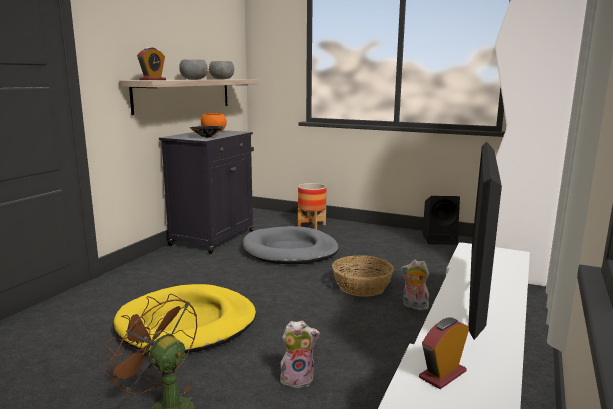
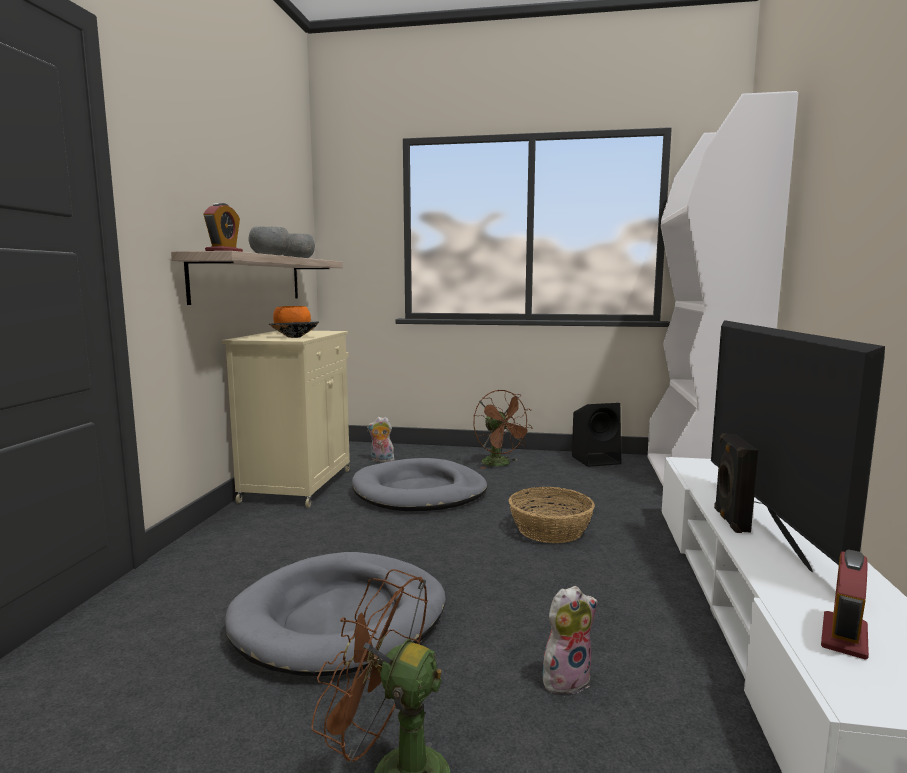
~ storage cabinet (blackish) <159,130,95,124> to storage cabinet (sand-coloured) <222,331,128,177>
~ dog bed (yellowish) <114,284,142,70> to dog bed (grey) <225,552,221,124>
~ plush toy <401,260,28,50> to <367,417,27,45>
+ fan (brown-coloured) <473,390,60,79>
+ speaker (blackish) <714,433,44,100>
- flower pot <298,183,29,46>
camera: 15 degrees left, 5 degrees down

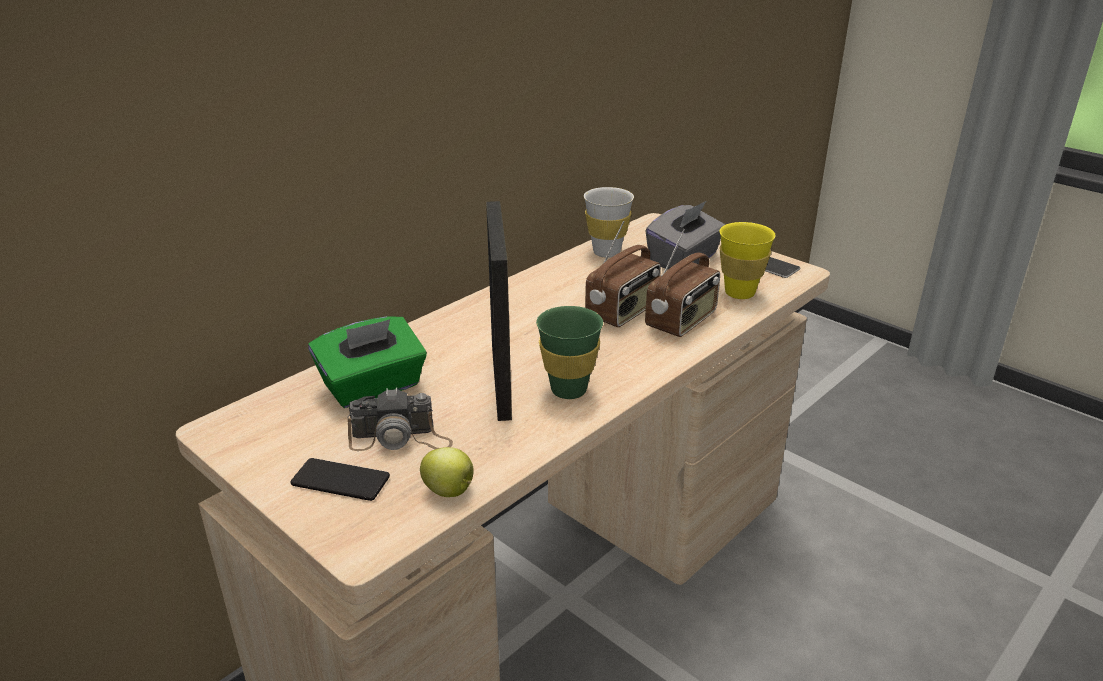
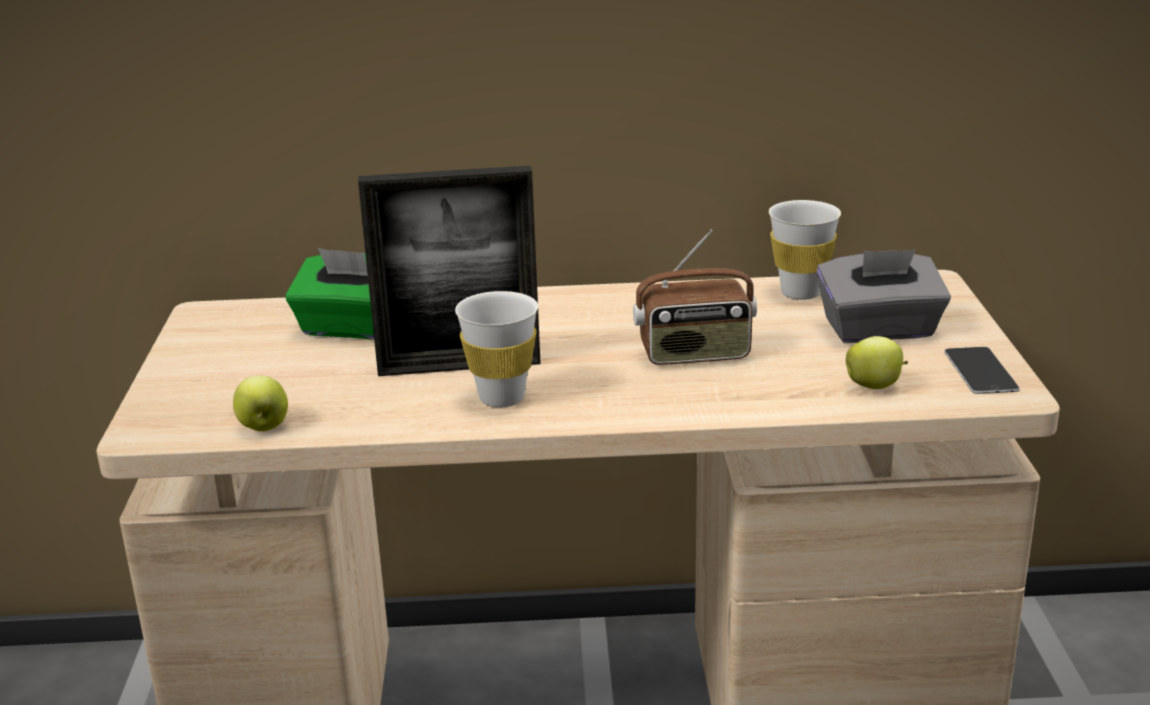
~ standing frame <486,201,26,220> = <358,165,183,211> 45 degrees clockwise
~ drinking cup (green) <536,306,67,93> to drinking cup (white) <455,291,83,117>
~ drinking cup (yellowish) <719,222,57,77> to whole apple <846,336,62,53>
- phone <290,458,100,43>
- still camera <347,388,106,63>
- radio receiver <645,229,75,108>
camera: 45 degrees right, 5 degrees down

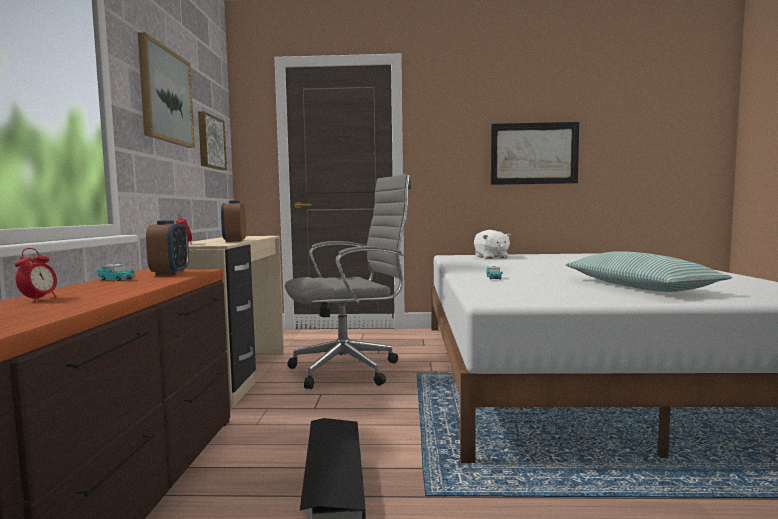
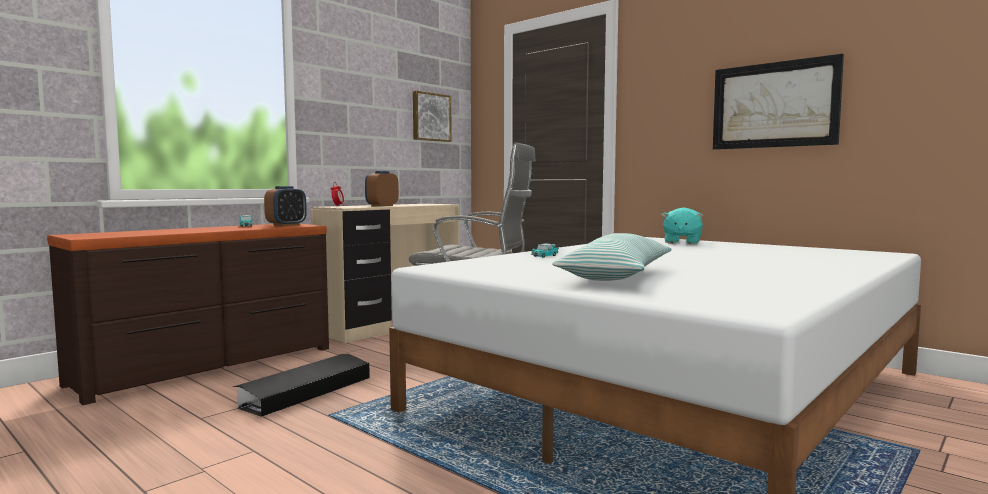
~ plush toy (white) <474,230,37,29> to plush toy (blue-green) <661,208,43,36>
- table clock <15,248,42,53>
- wall picture <138,32,57,116>
camera: 40 degrees right, 0 degrees up

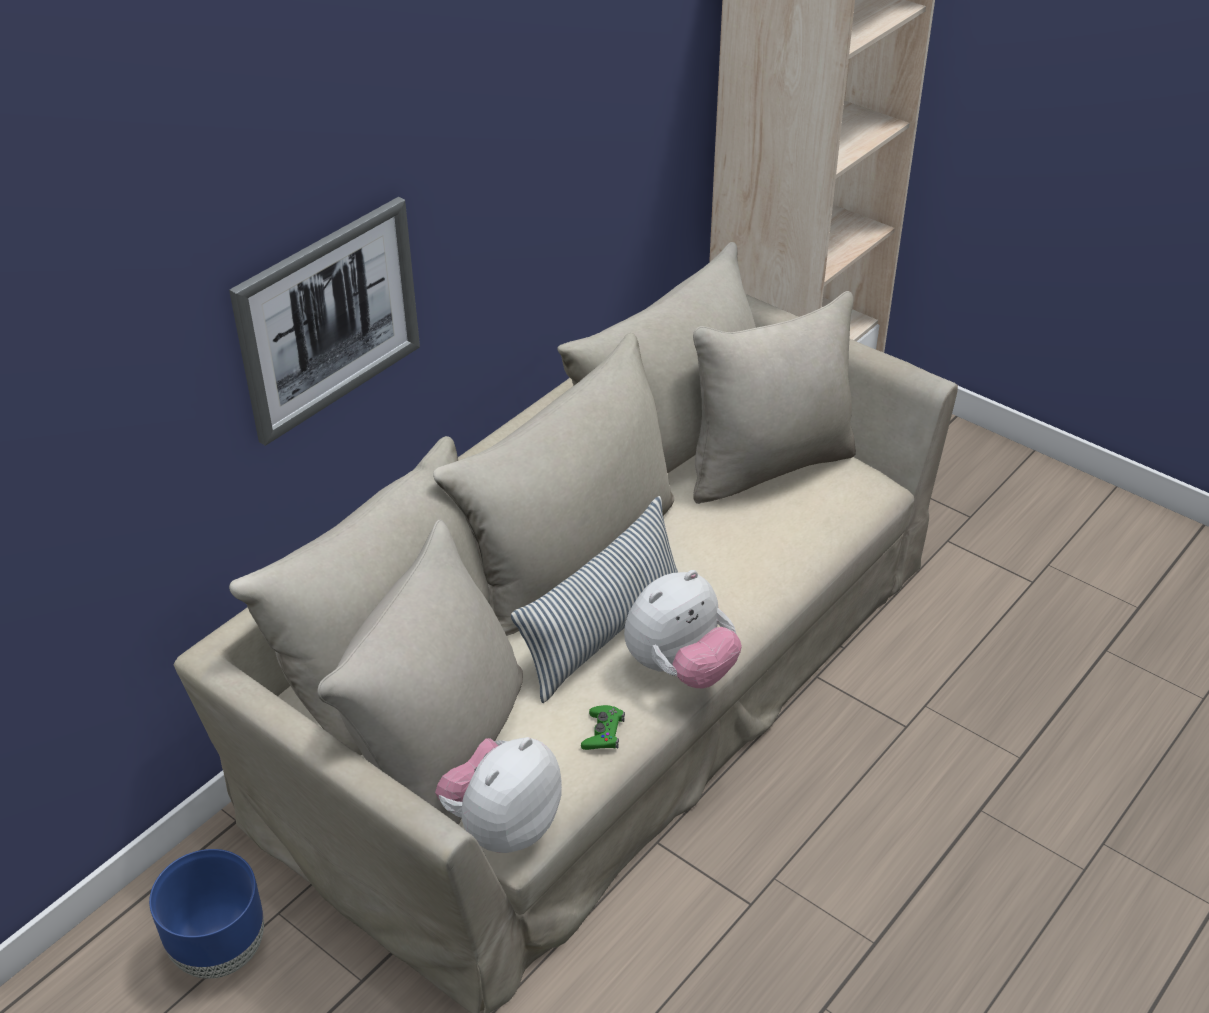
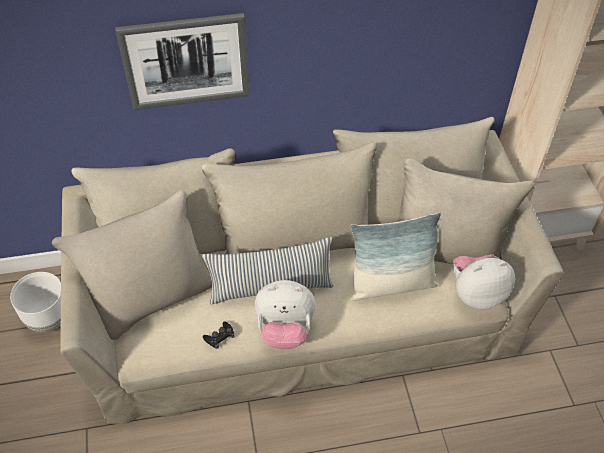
~ flower pot (bluish) <149,849,115,130> to flower pot (white) <10,272,51,61>
~ gamepad (green) <581,705,44,45> to gamepad (blackish) <203,322,32,27>
+ throw pillow <351,213,90,88>
~ plush toy <435,737,127,116> to <453,254,62,56>
camera: 40 degrees right, 10 degrees up

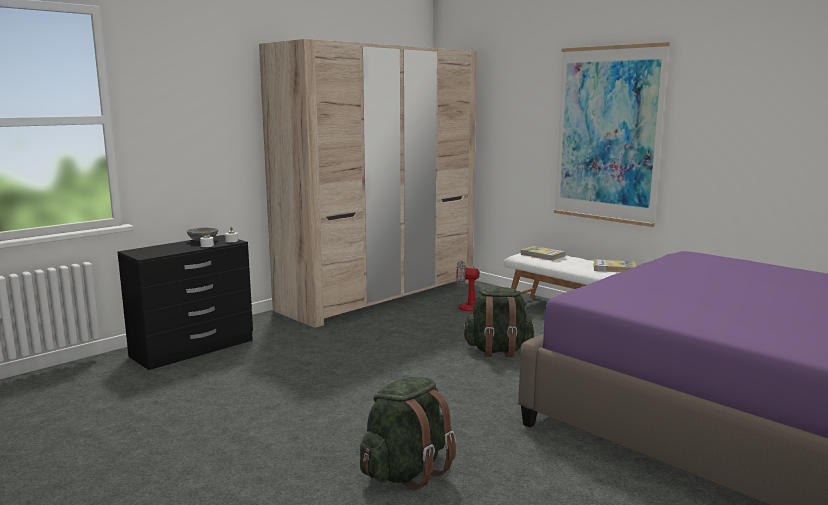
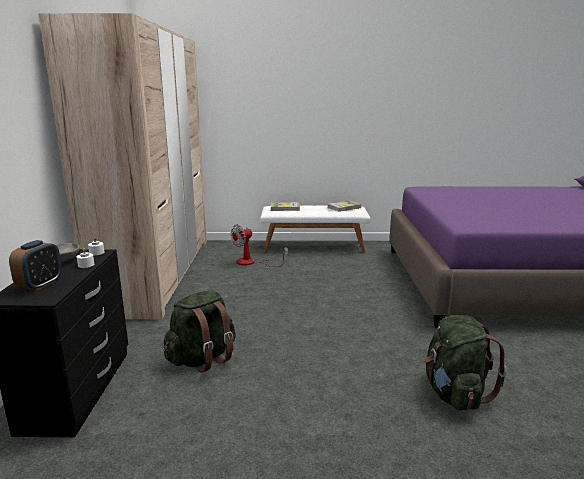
+ table clock <9,240,53,51>
~ knapsack (green) <462,287,72,70> to <163,291,73,82>
- wall picture <554,42,116,185>
camera: 45 degrees left, 5 degrees up

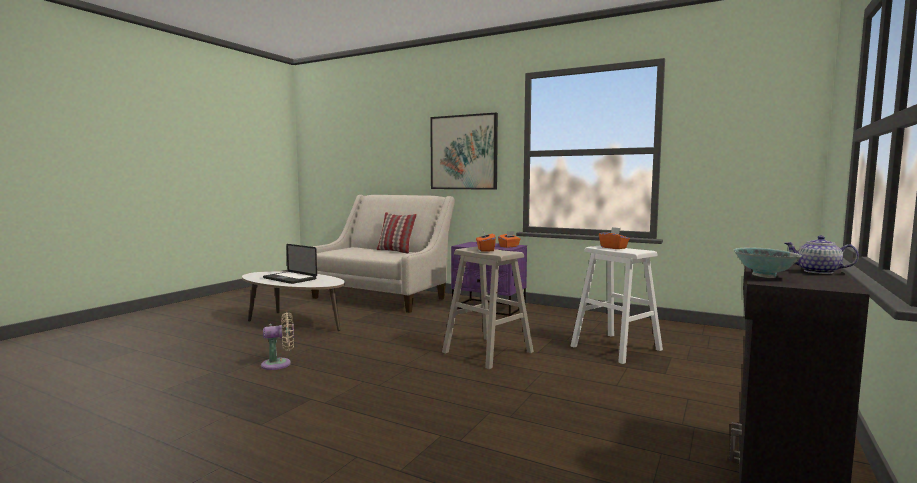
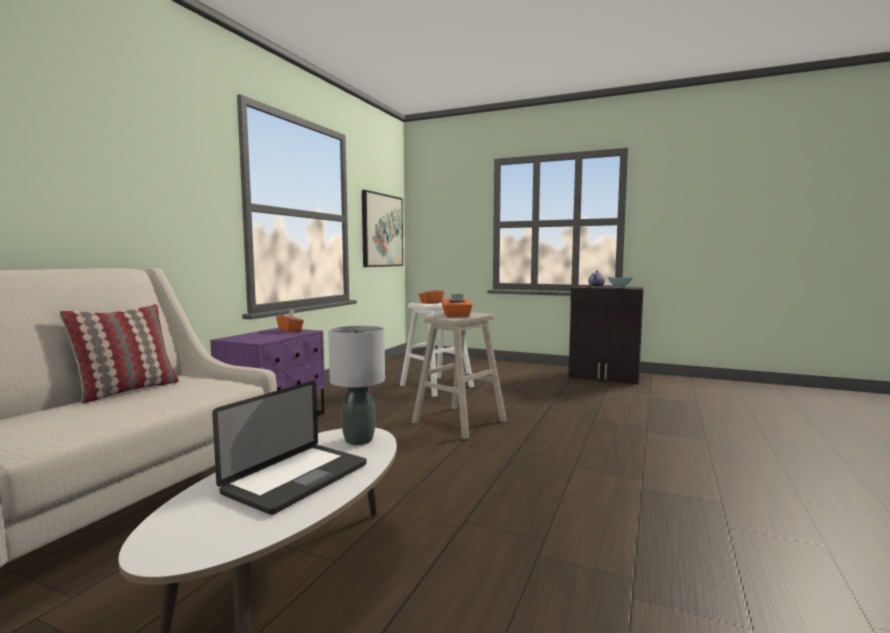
+ tabletop lamp (grey) <328,325,57,120>
~ wall picture <430,113,68,77> to <362,190,41,77>
- fan (sand-coloured) <261,312,33,58>
camera: 95 degrees left, 0 degrees up

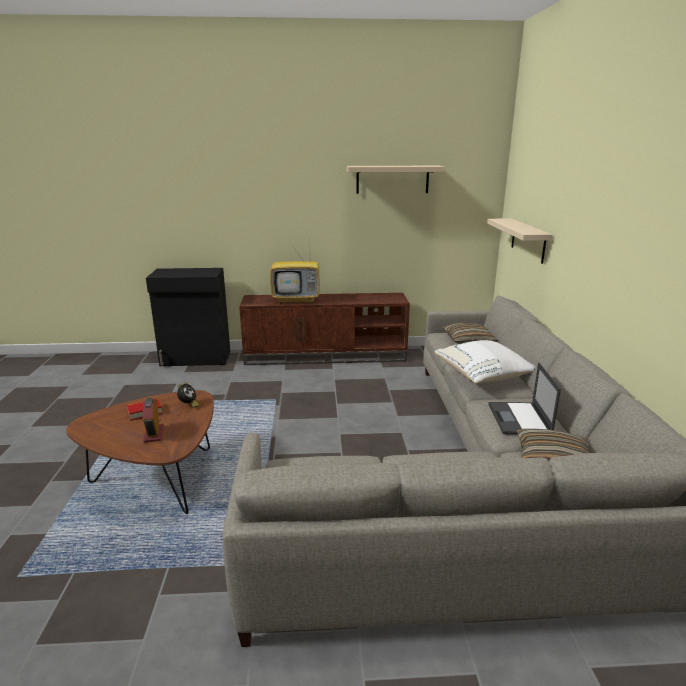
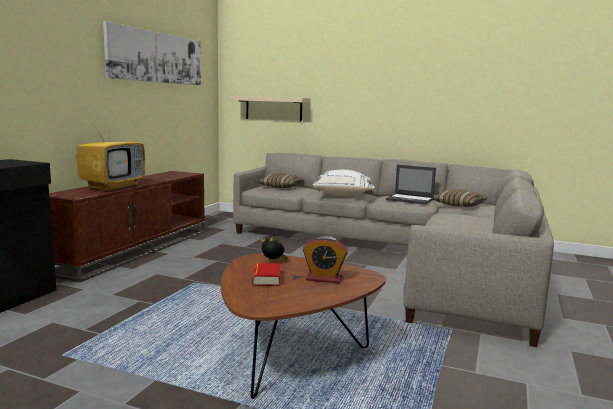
~ bracket shelf (sand-coloured) <347,166,98,28> to wall picture <103,21,98,64>
camera: 65 degrees left, 10 degrees down

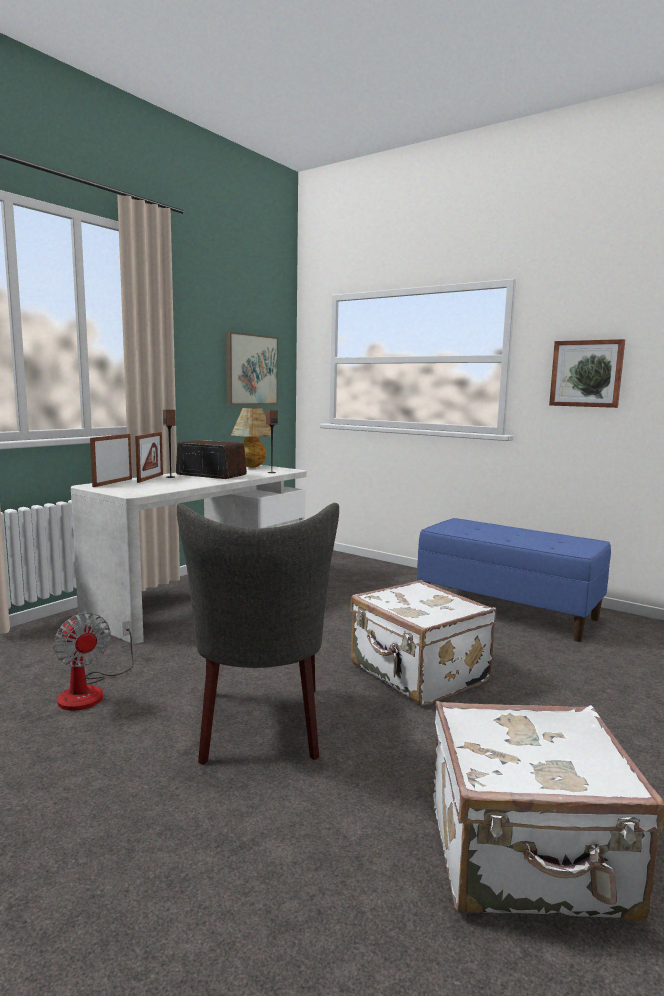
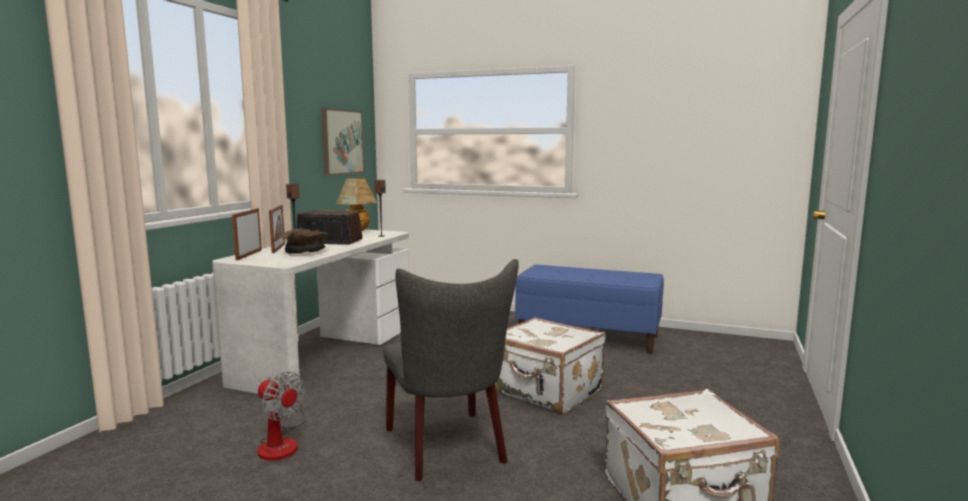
+ deep dish (brown-coloured) <279,228,50,26>
- wall picture <549,339,76,69>
camera: 15 degrees left, 0 degrees up

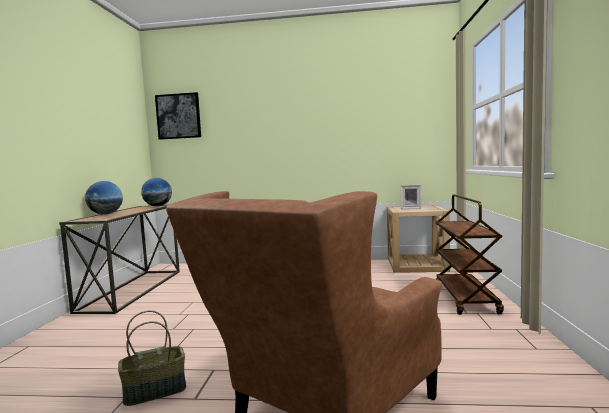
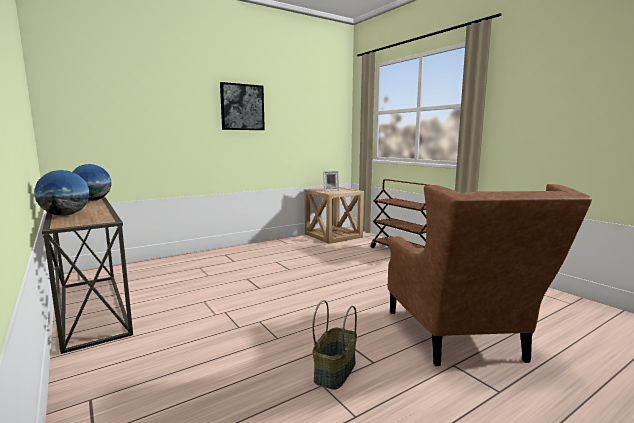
~ wall picture <155,92,46,48> to <220,82,45,48>
camera: 40 degrees left, 5 degrees up

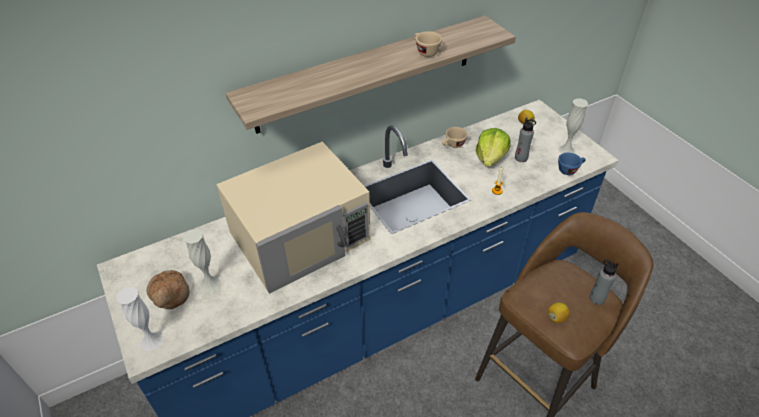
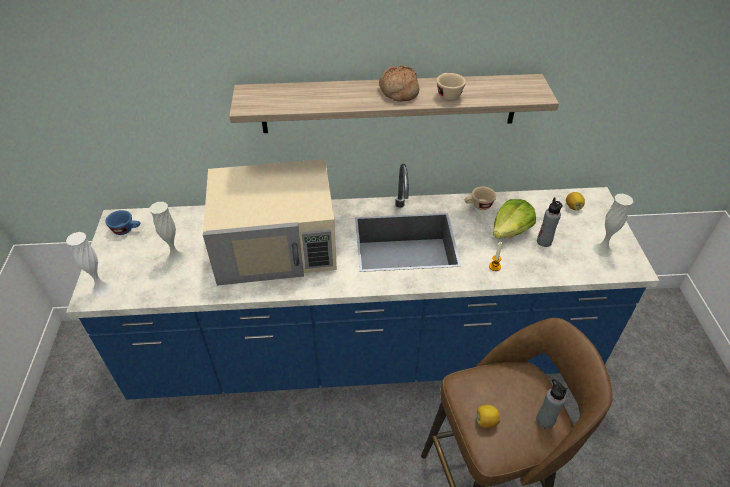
~ drinking cup (bluish) <558,153,28,22> to <105,210,35,25>
~ baked bread <147,270,42,39> to <379,66,40,36>
camera: 25 degrees right, 0 degrees up

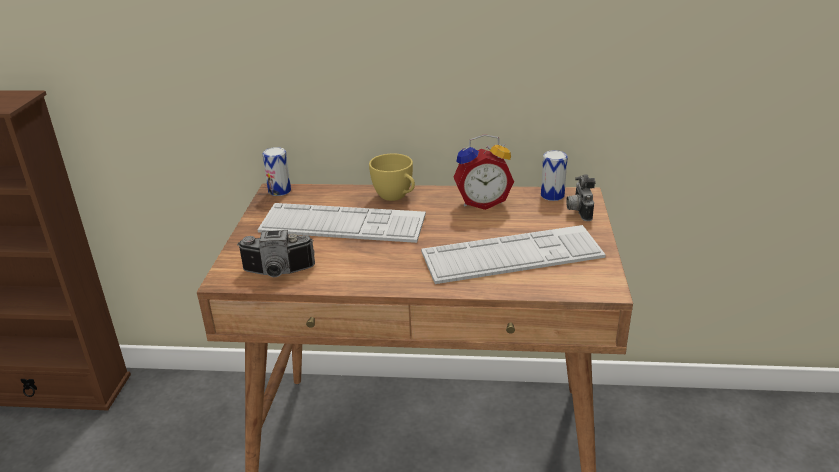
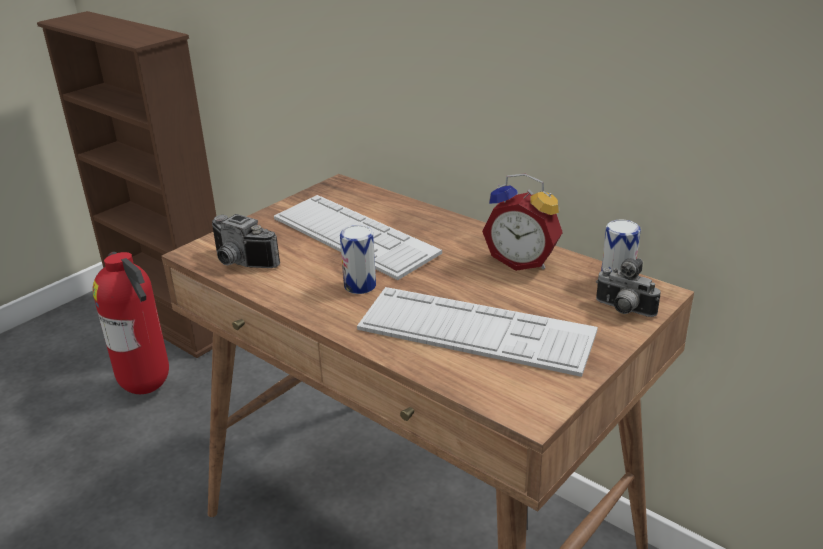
+ fire extinguisher <93,252,76,142>
~ can <262,147,29,49> to <340,225,36,69>
~ still camera <566,175,30,46> = <596,258,64,59> 90 degrees counterclockwise
- drinking cup (yellowish) <369,154,46,47>
camera: 35 degrees right, 0 degrees up

